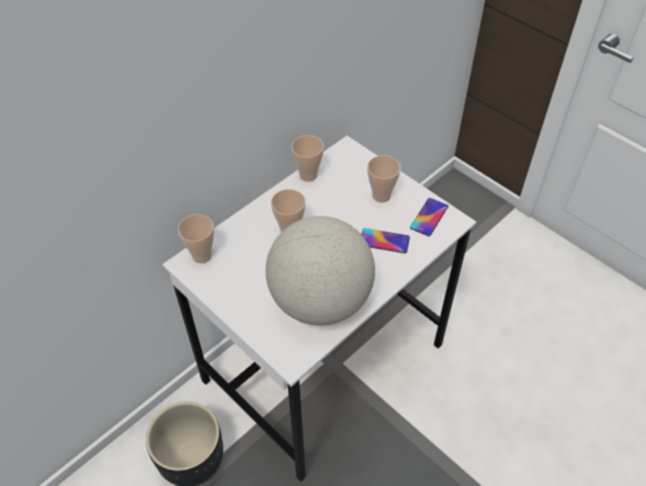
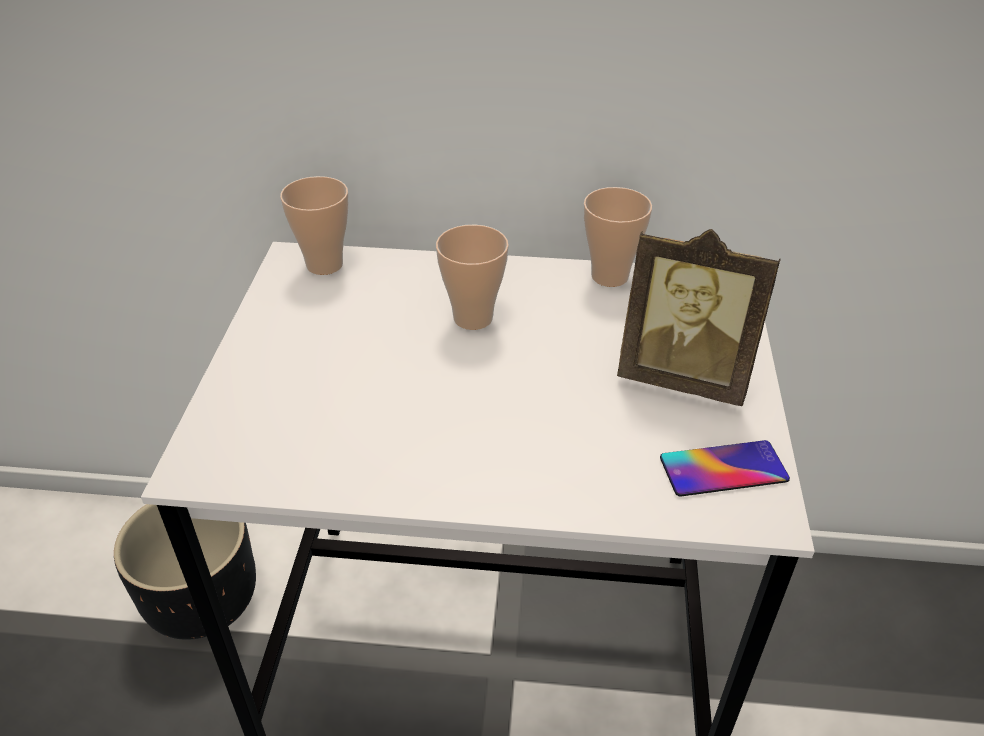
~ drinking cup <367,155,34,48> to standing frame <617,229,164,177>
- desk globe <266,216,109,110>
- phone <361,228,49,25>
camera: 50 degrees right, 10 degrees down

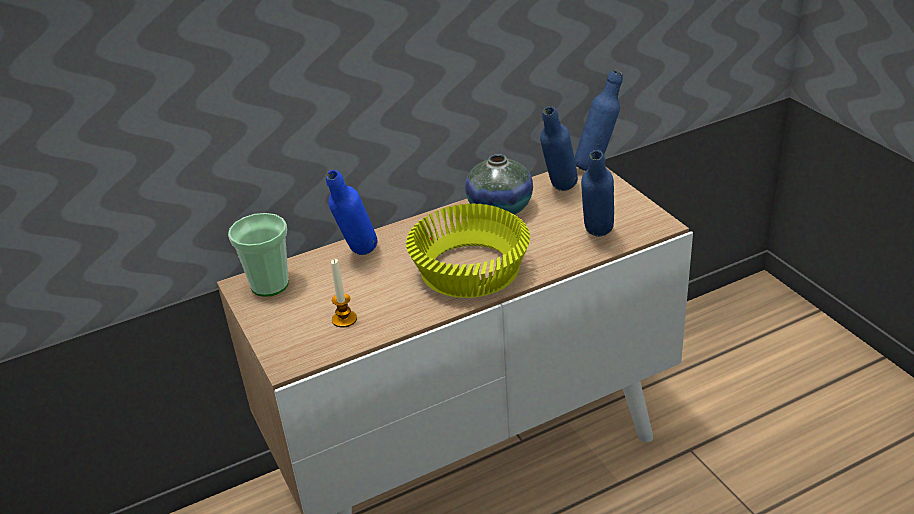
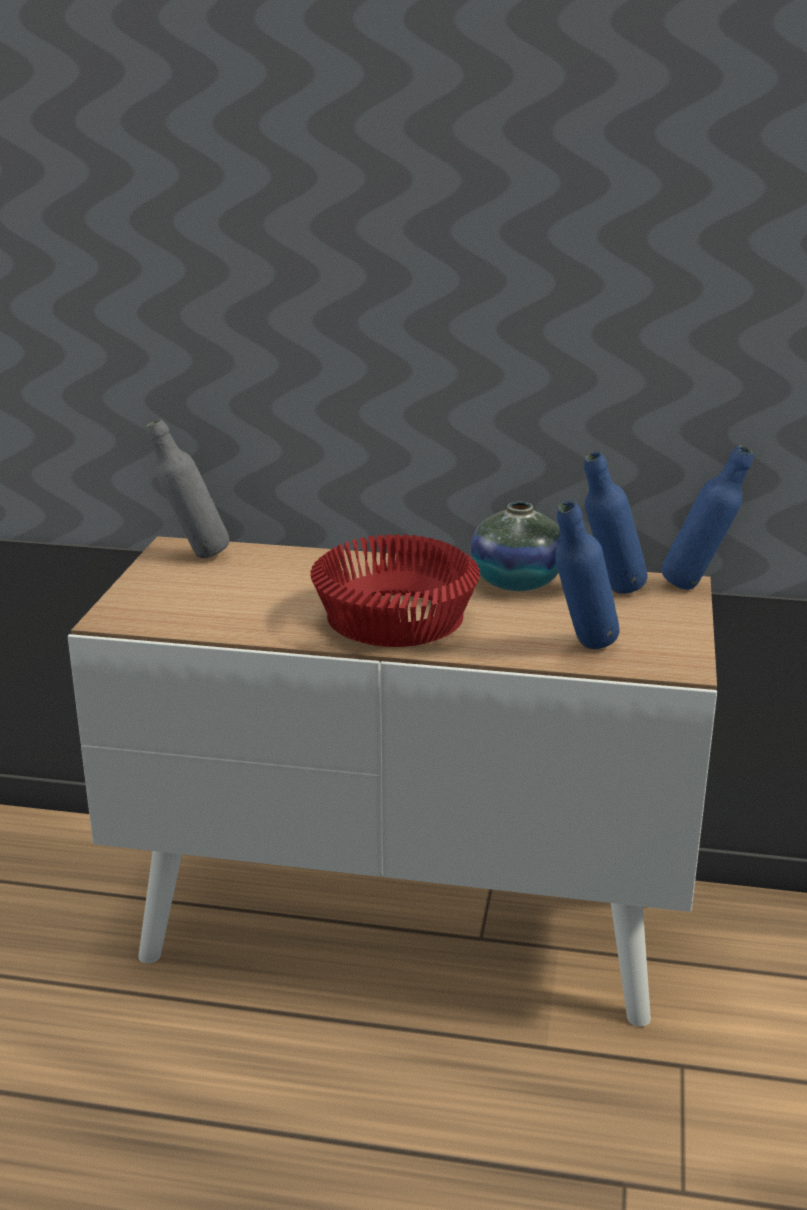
~ drinking cup <228,213,61,84> to beverage bottle (grey) <147,419,82,139>
~ deep dish (yellowish) <406,203,124,95> to deep dish (reddish) <310,534,170,113>
- beverage bottle (bluish) <326,170,51,85>
- wax light <331,259,26,69>
camera: 35 degrees right, 10 degrees down

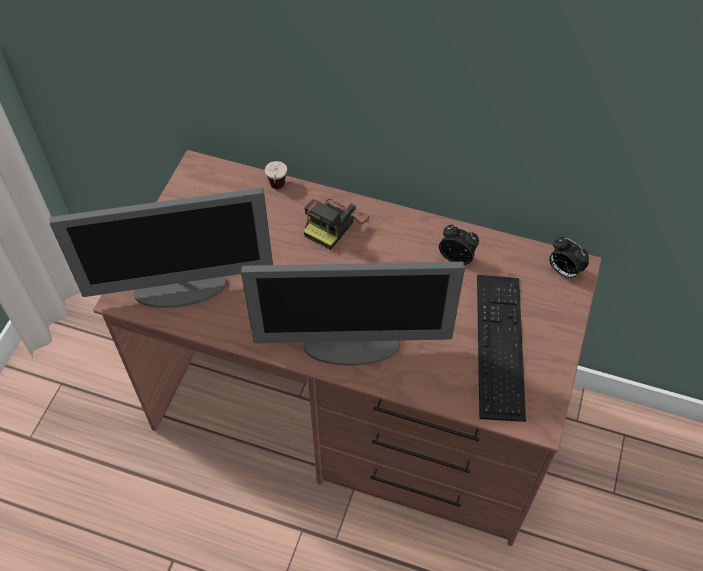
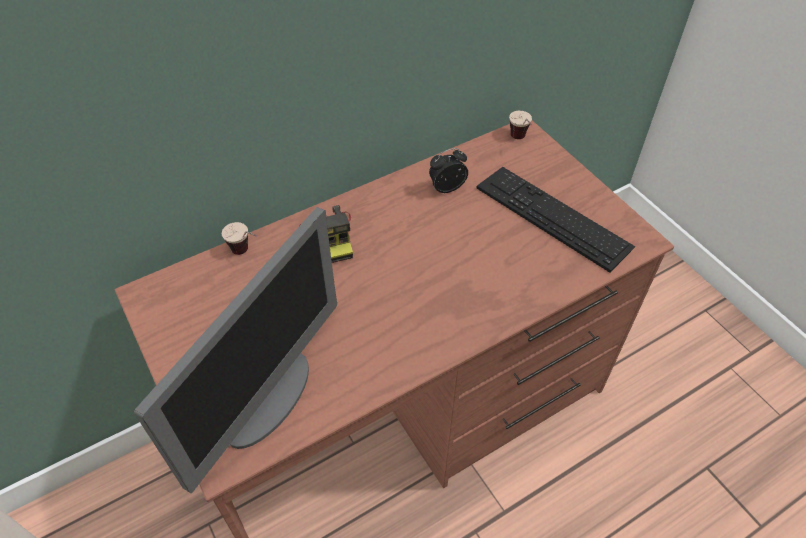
~ table clock <549,237,40,42> to drinking cup <509,111,23,28>
- computer display <241,262,224,104>
camera: 50 degrees left, 5 degrees down

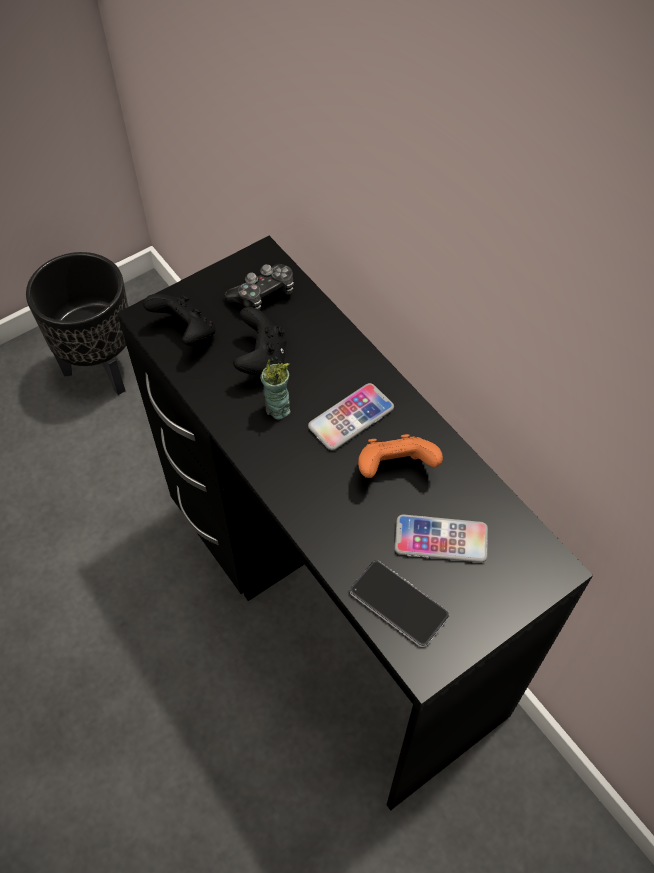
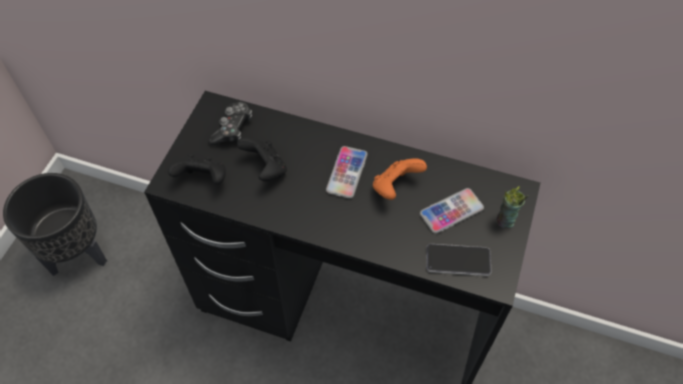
~ drinking cup <260,360,31,60> to <496,186,32,42>
camera: 35 degrees left, 0 degrees up

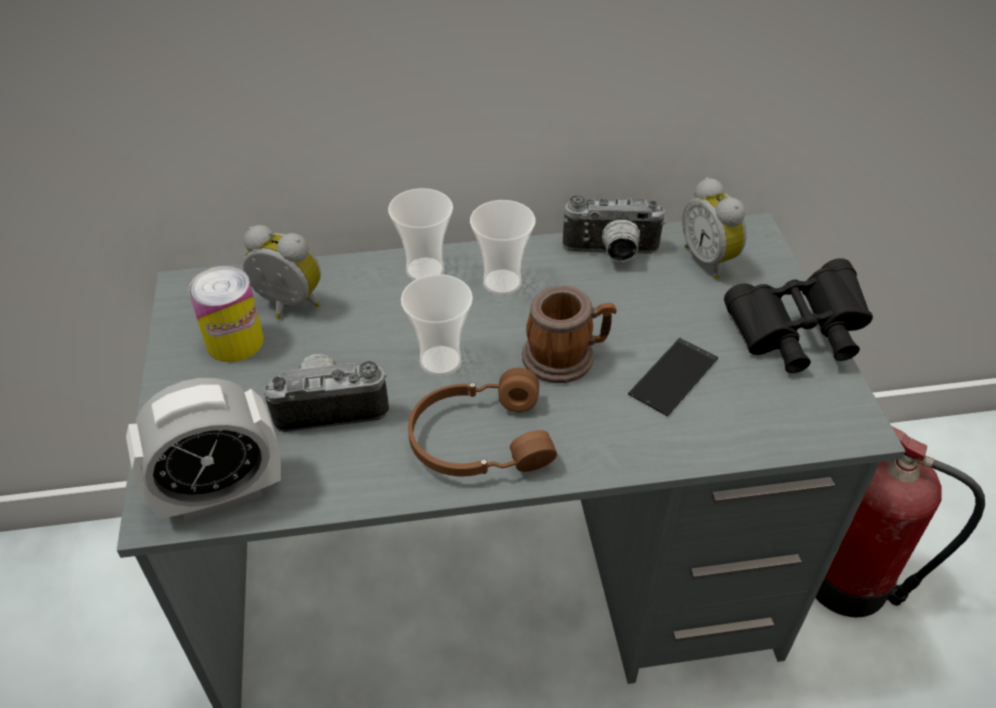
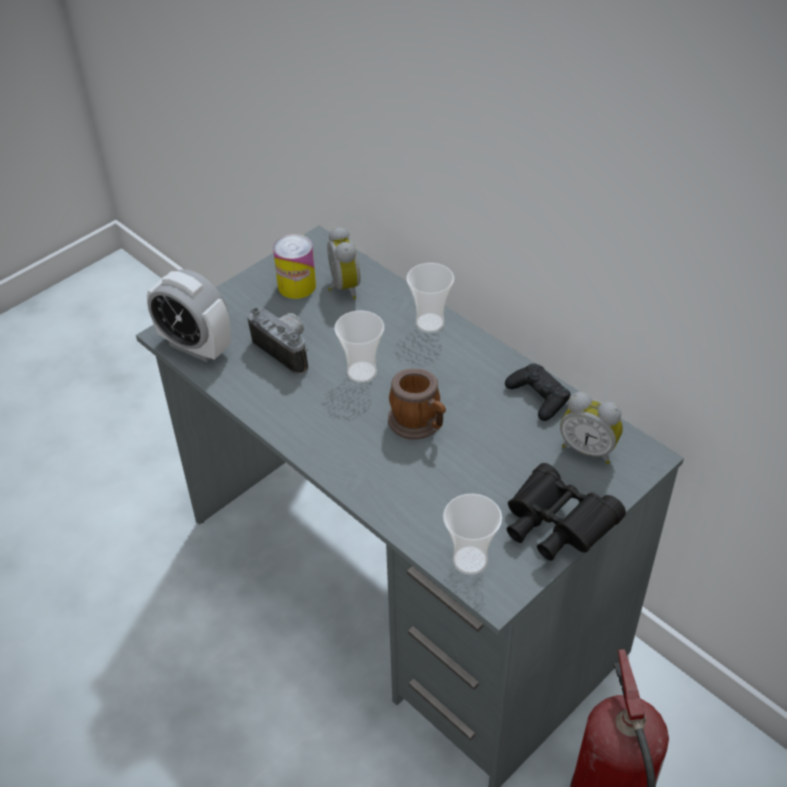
~ drinking cup <470,200,65,95> to <443,494,59,81>
~ still camera <562,195,103,67> to gamepad (blackish) <505,364,66,57>
~ table clock <682,177,65,103> = <560,392,63,72> 90 degrees counterclockwise
- headset (brown-coloured) <408,368,149,108>
- phone <628,338,90,78>
camera: 55 degrees right, 0 degrees up

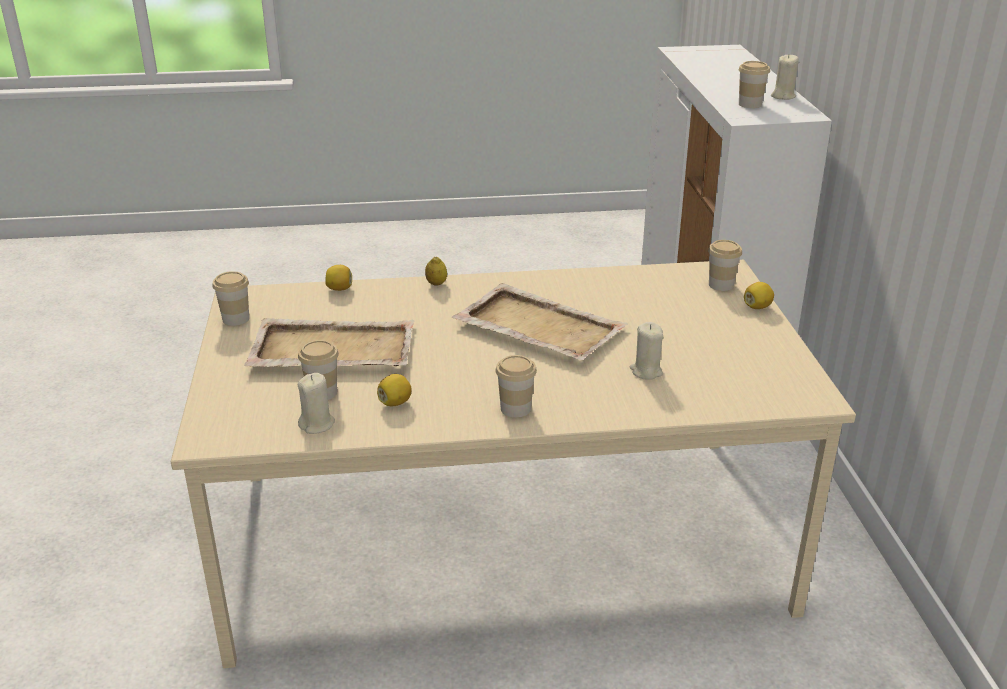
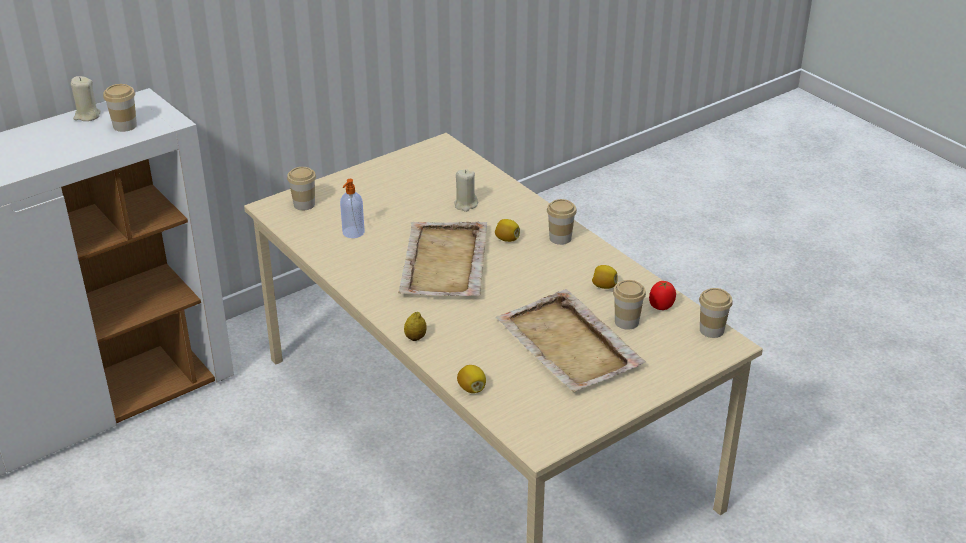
+ liquid soap bottle <340,179,25,59>
~ whole lemon <744,282,30,27> to <495,219,25,23>
~ wax light (sand-coloured) <298,373,37,61> to whole tomato <649,281,27,29>
~ drinking cup <212,271,37,55> to <699,288,34,50>
camera: 120 degrees left, 5 degrees up

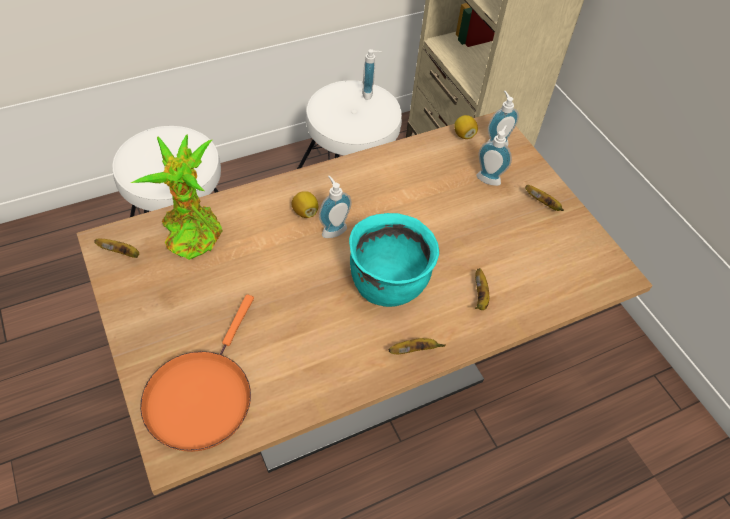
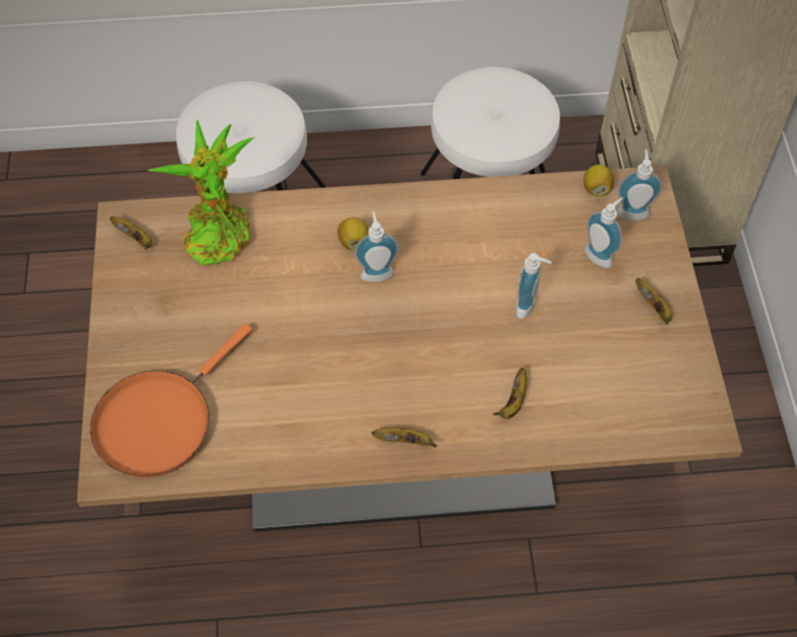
~ liquid soap bottle <362,49,20,51> to <516,253,35,66>
- stockpot (blue-green) <349,213,90,94>
camera: 25 degrees right, 5 degrees up

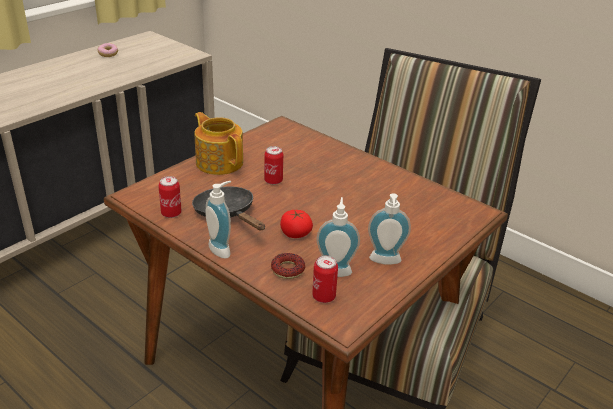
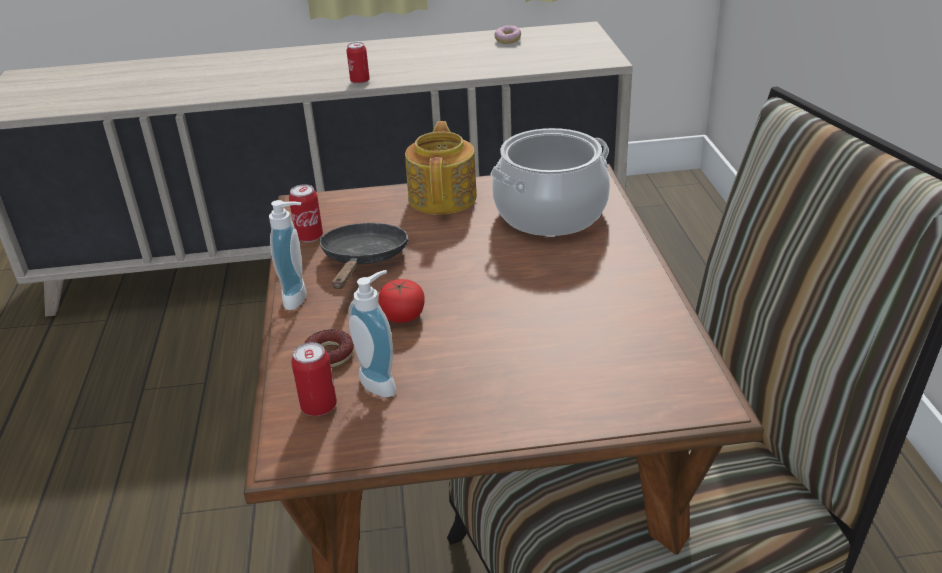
~ can <264,146,19,39> to <347,42,23,42>
+ stockpot <490,128,120,108>
- liquid soap bottle <368,193,43,72>
camera: 45 degrees right, 0 degrees up

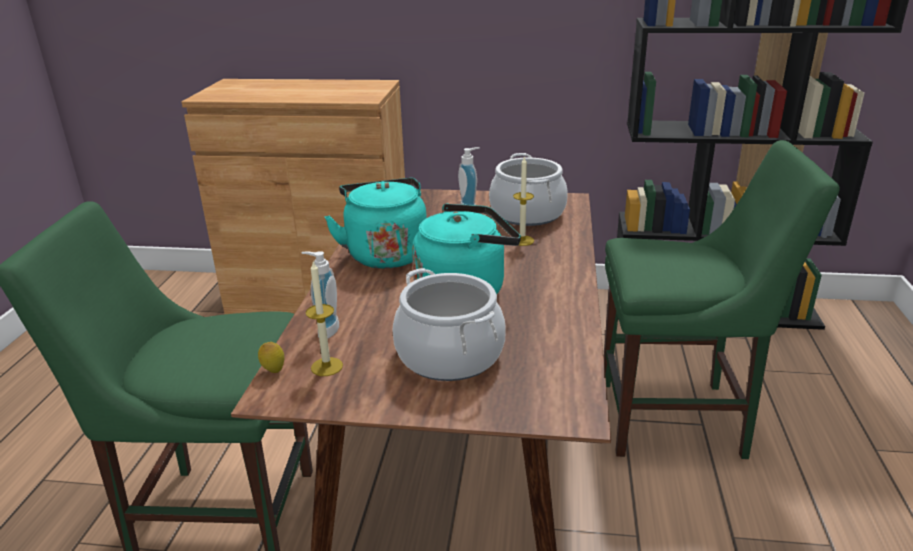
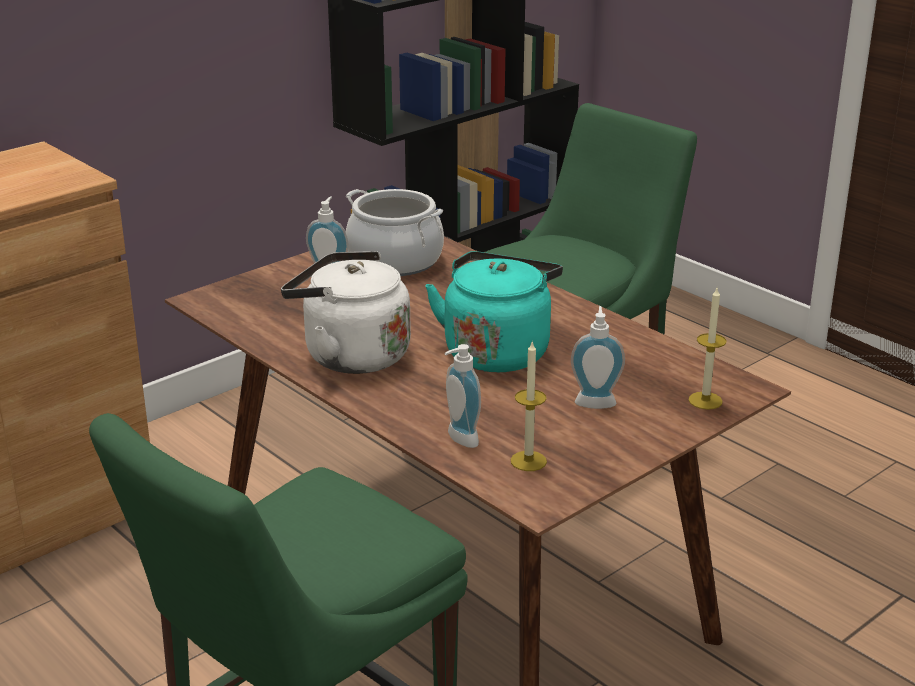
~ tea kettle (blue-green) <325,178,102,91> to tea kettle (white) <281,251,130,123>
~ stockpot <393,268,113,113> to liquid soap bottle <571,306,54,103>
~ wax light <513,156,21,90> to <689,288,38,122>
- whole lemon <258,342,27,31>
camera: 50 degrees left, 0 degrees up

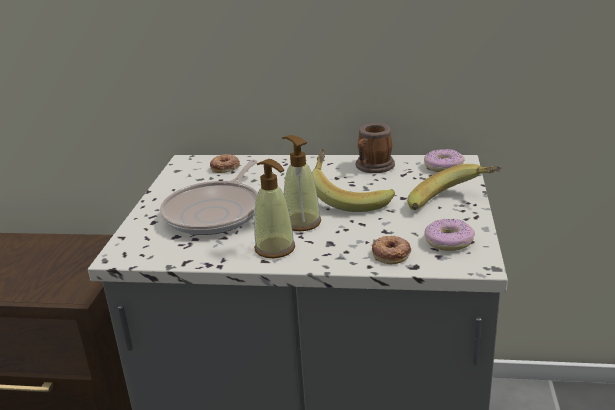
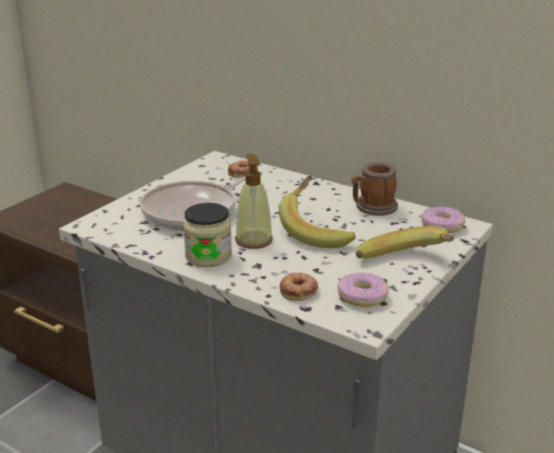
~ liquid soap bottle <254,159,41,99> to storage jar <183,203,49,64>
camera: 25 degrees right, 0 degrees up

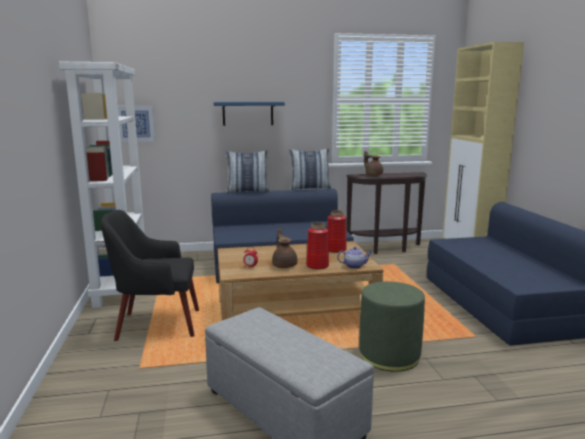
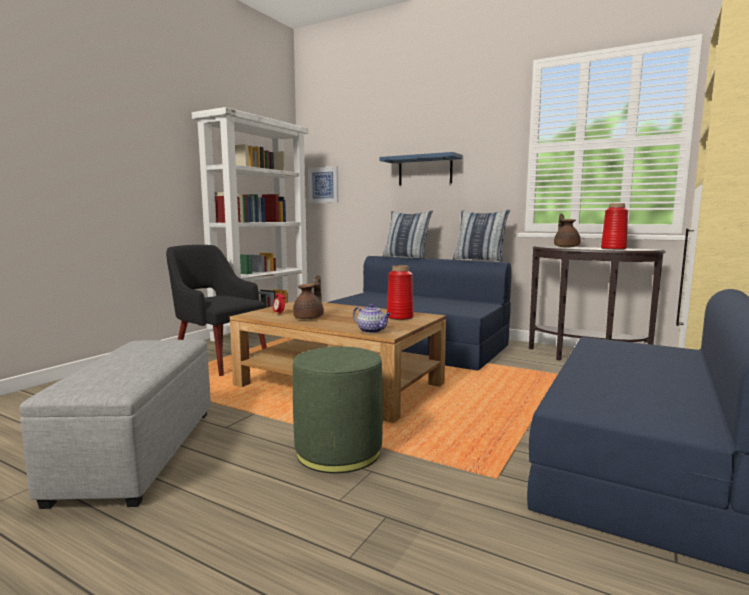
~ decorative vase (reddish) <306,222,23,48> to <601,203,27,47>
camera: 40 degrees right, 5 degrees down

